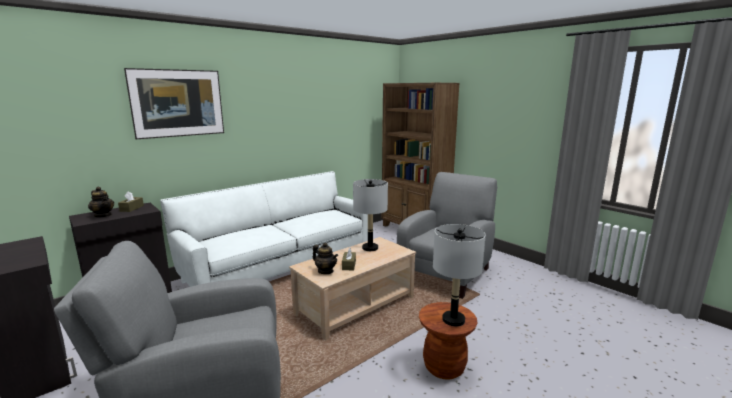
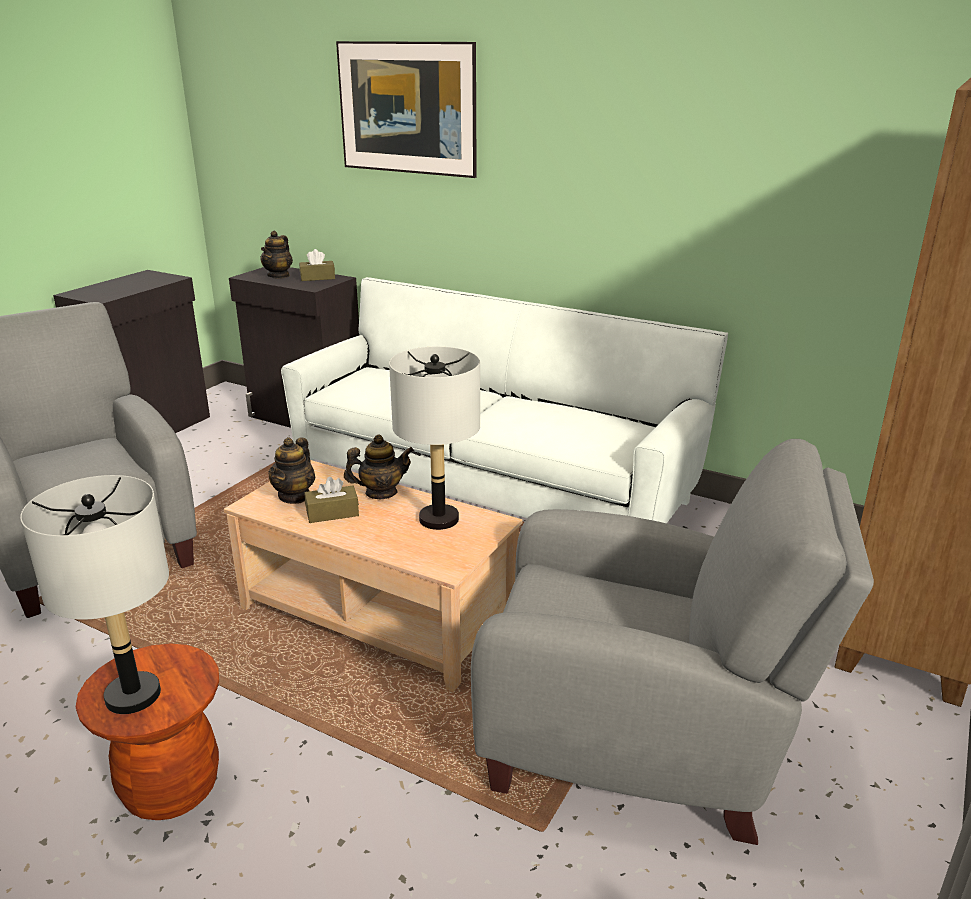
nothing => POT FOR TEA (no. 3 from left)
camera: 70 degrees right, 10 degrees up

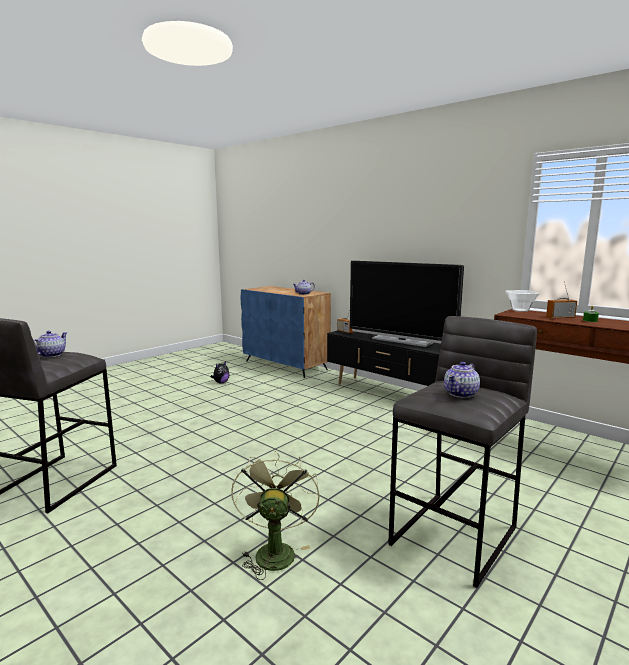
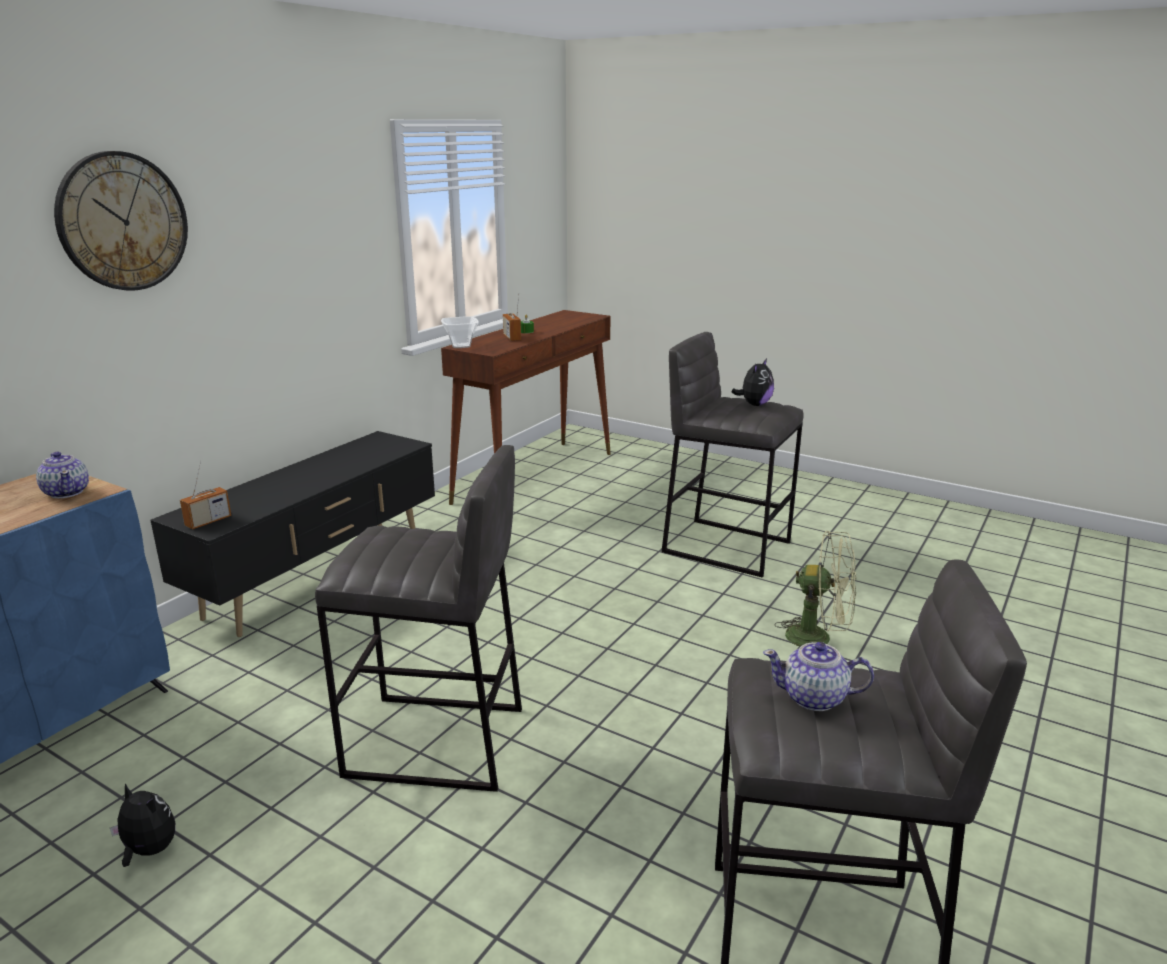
TELEVISION => nothing
POT FOR TEA (no. 3 from left) => SOFT TOY (no. 2 from left)
GREEN FAN, 150 degrees counterclockwise
nothing => HANGING CLOCK
nothing => GRAY STOOL SEAT (no. 1 from left)
camera: 100 degrees left, 10 degrees up

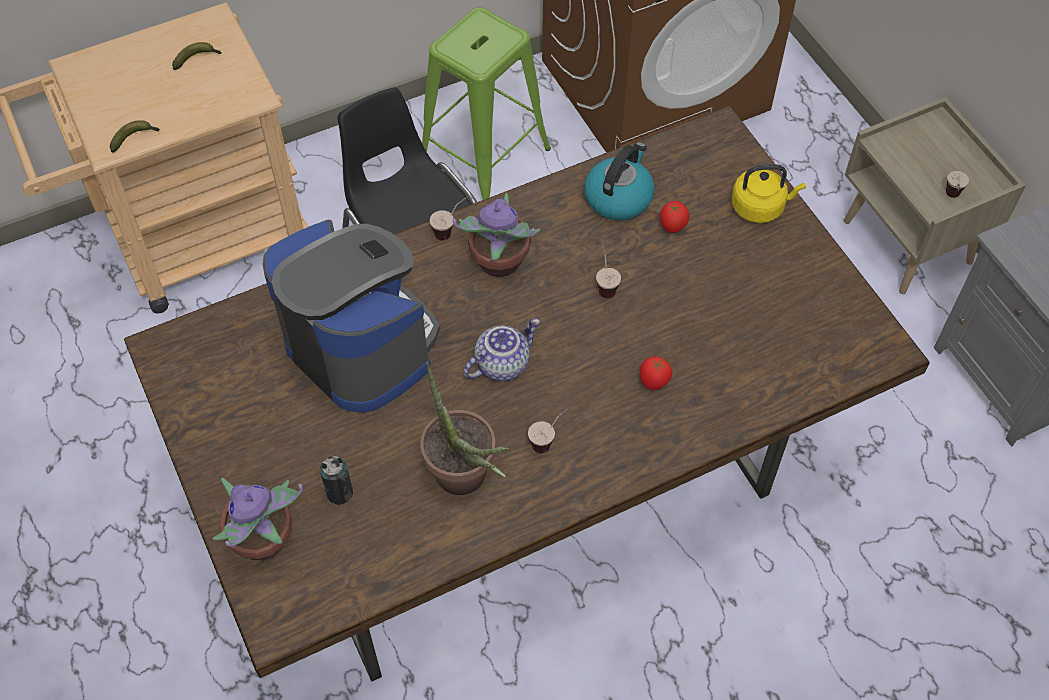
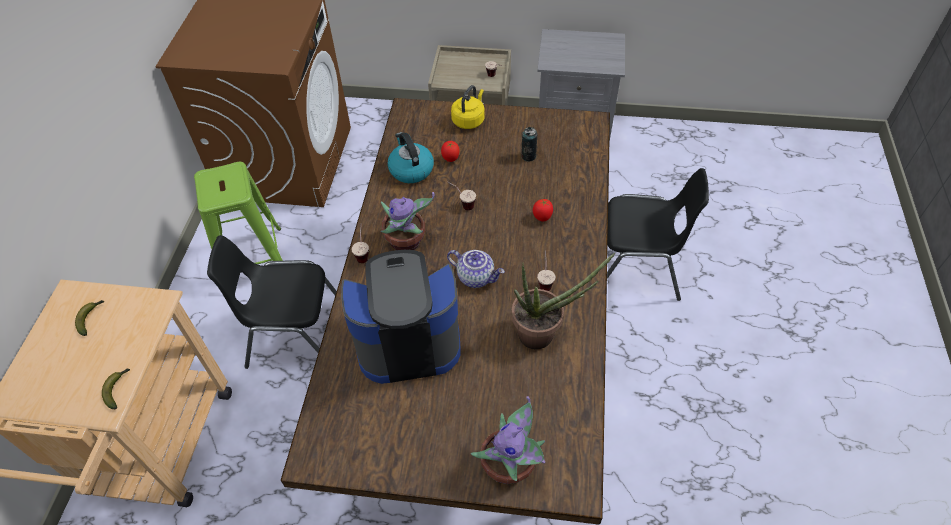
POT FOR TEA, 120 degrees clockwise
METAL CAN, shifted
nothing => BLACK UPRIGHT CHAIR (no. 2 from left)
camera: 55 degrees left, 5 degrees down

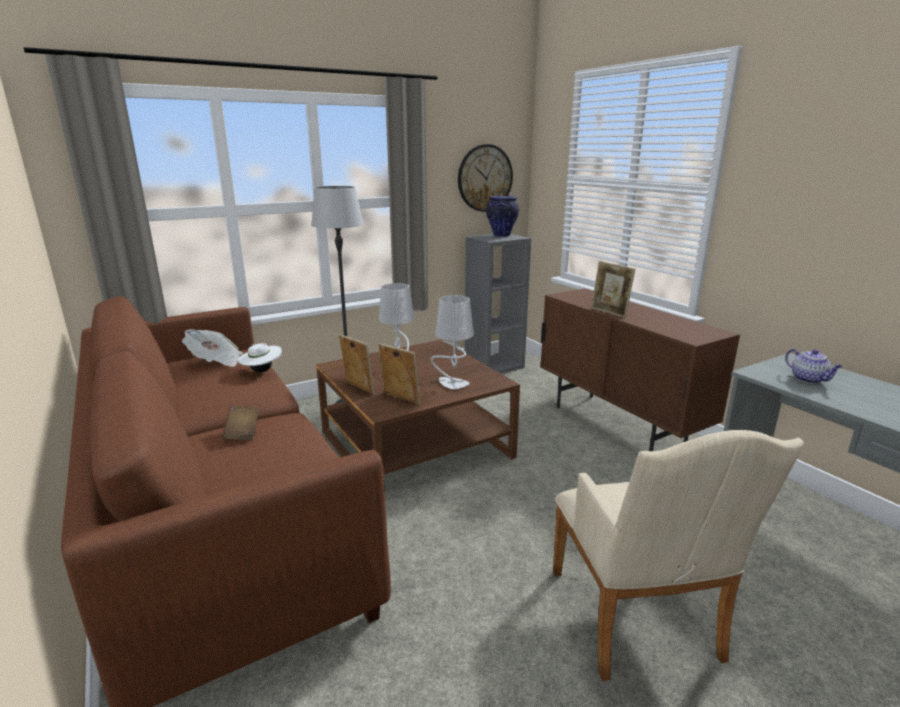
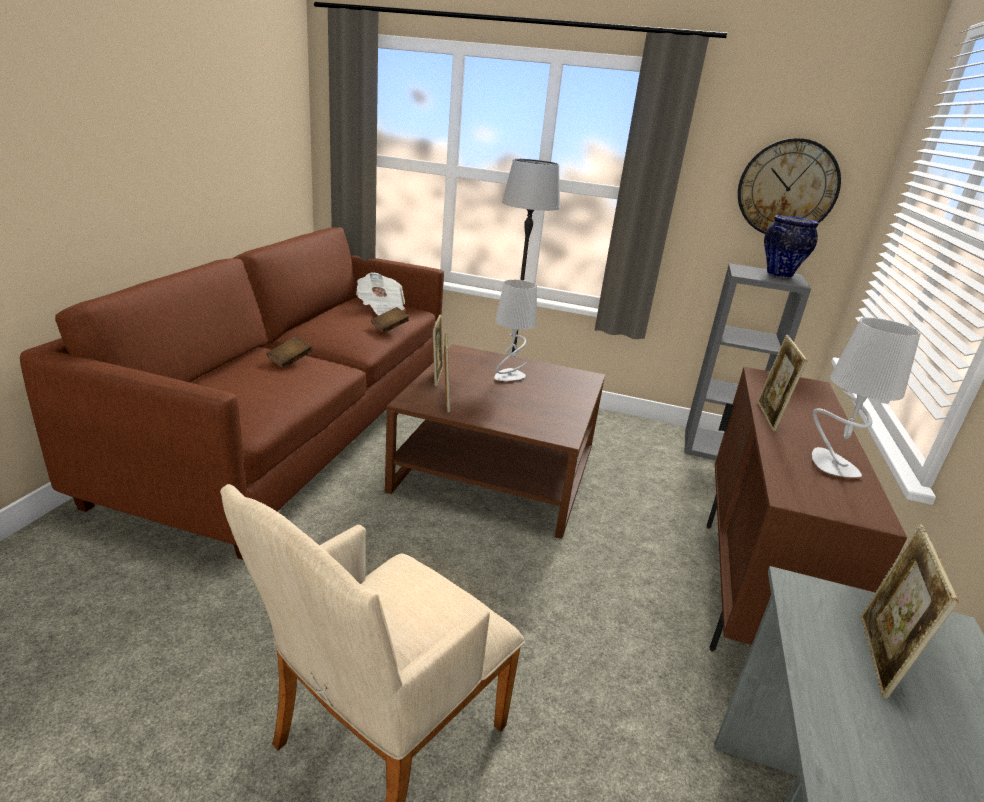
GRAY LAMP FOR A TABLE (no. 2 from left), shifted
WHITISH CLOTHING HAT => BROWN BOOK (no. 2 from left)
POT FOR TEA => STANDING FRAME (no. 4 from left)
camera: 45 degrees right, 5 degrees up

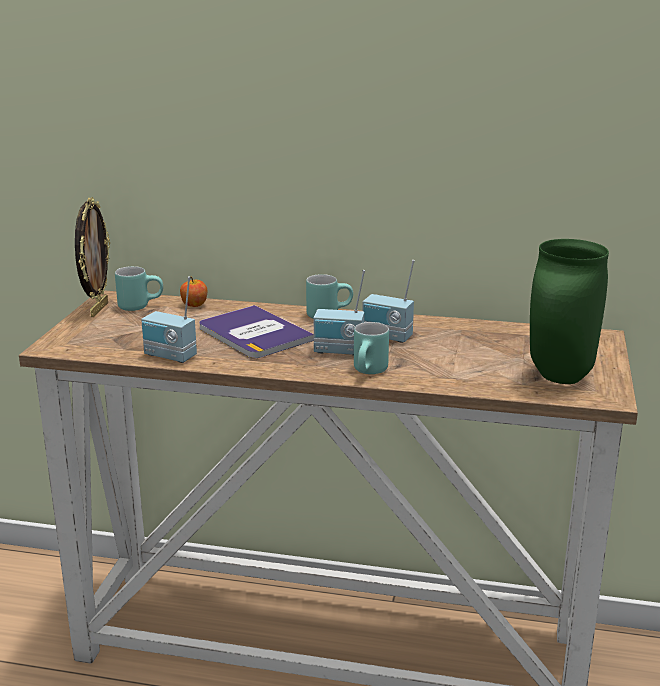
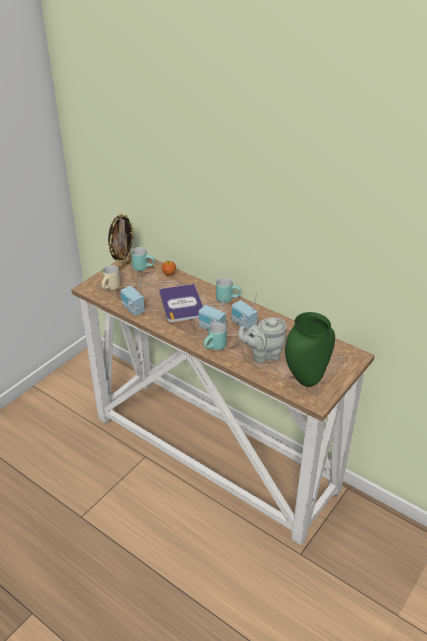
nothing => BEIGE-COLOURED TEA MUG
nothing => GRAY POT FOR TEA
camera: 25 degrees right, 15 degrees up

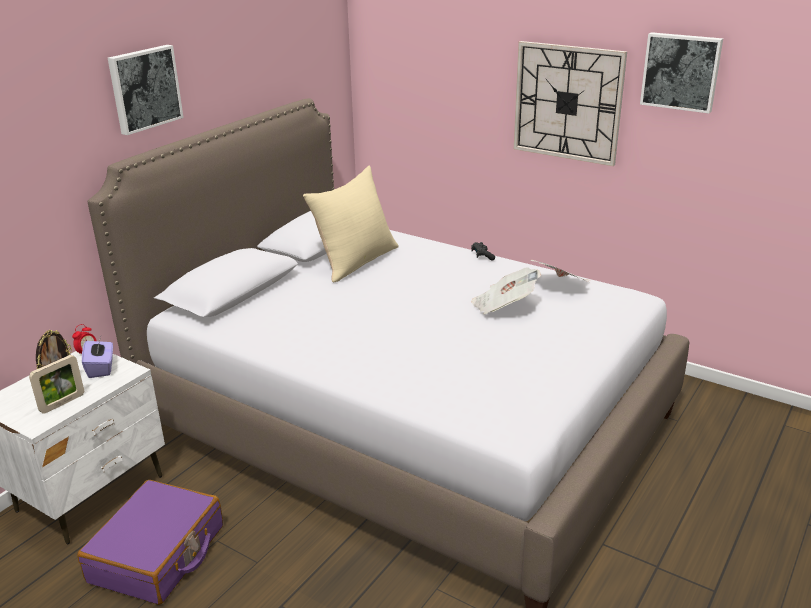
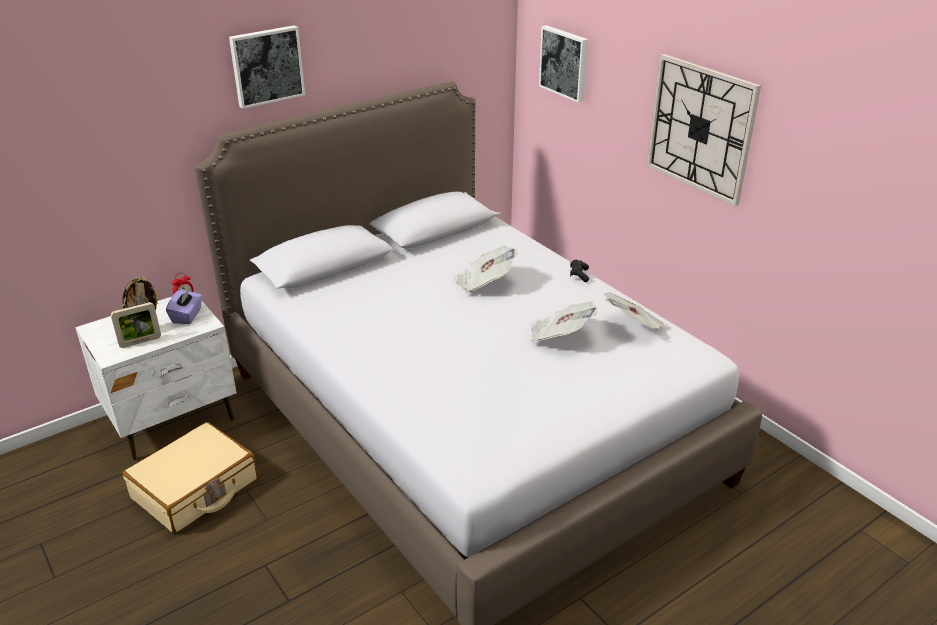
WALL PICTURE (no. 2 from left), shifted
BEIGE-COLOURED THROW PILLOW => nothing
PURPLE-COLOURED SUITCASE => BEIGE-COLOURED SUITCASE
nothing => DAILY PAPER (no. 1 from left)
camera: 20 degrees right, 5 degrees up

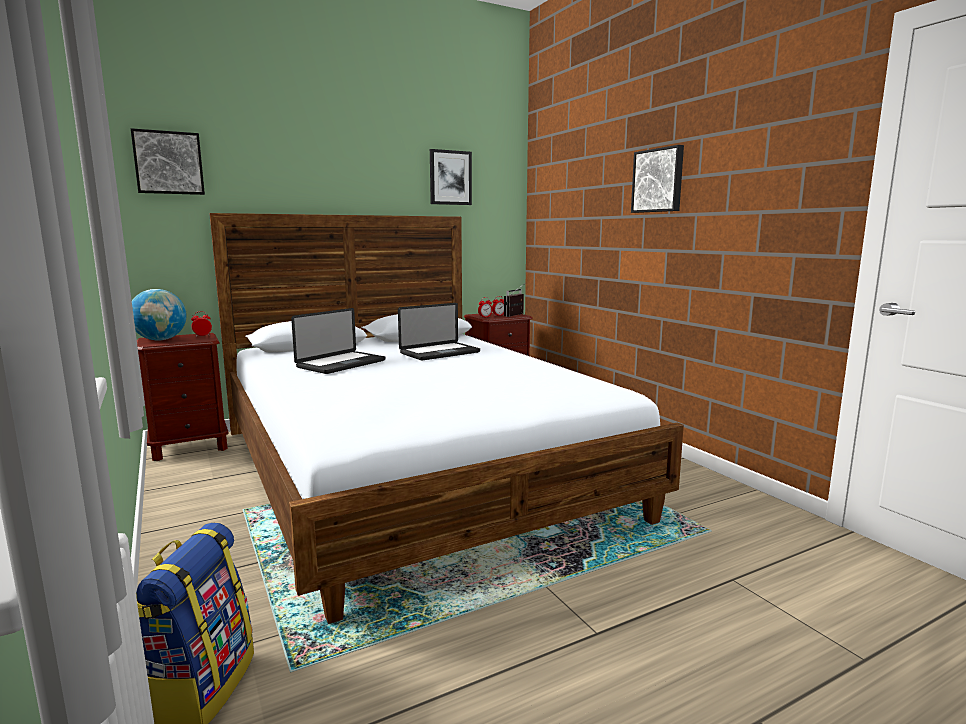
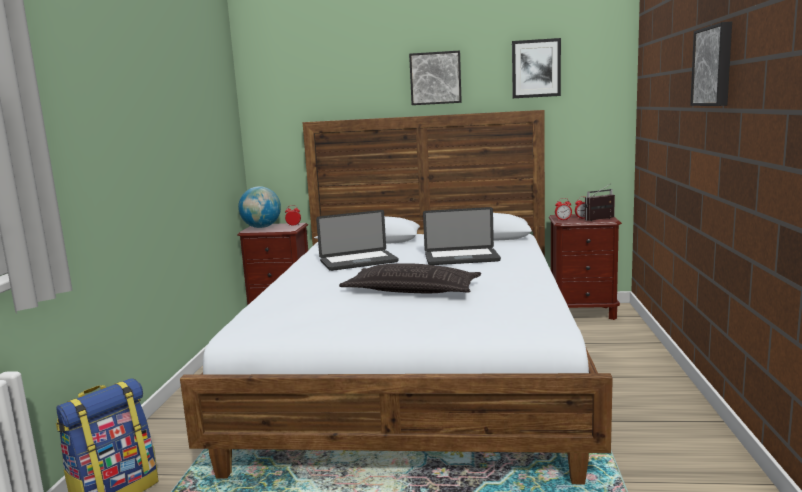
WALL PICTURE (no. 1 from left), shifted
nothing => THROW PILLOW
camera: 35 degrees right, 0 degrees up

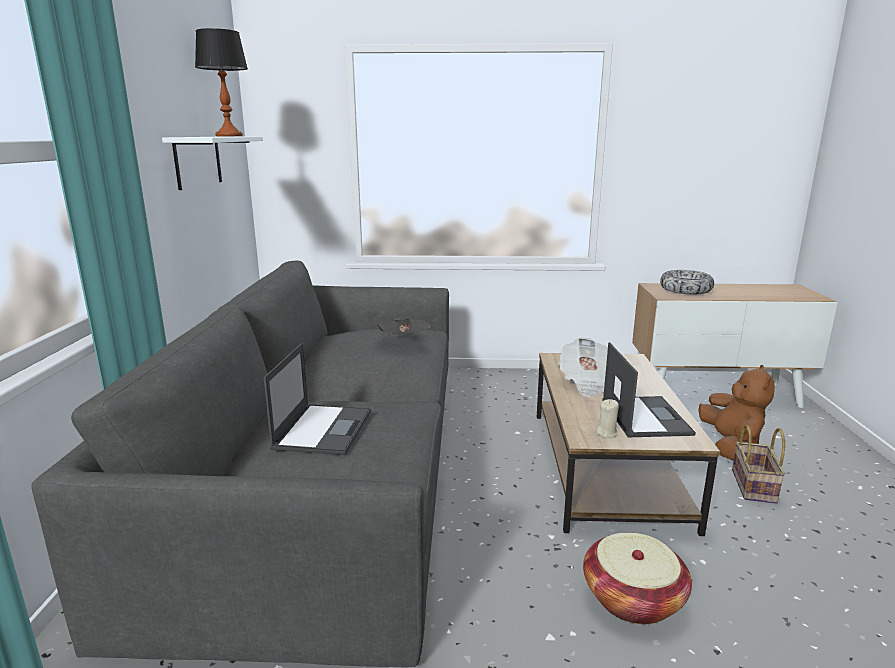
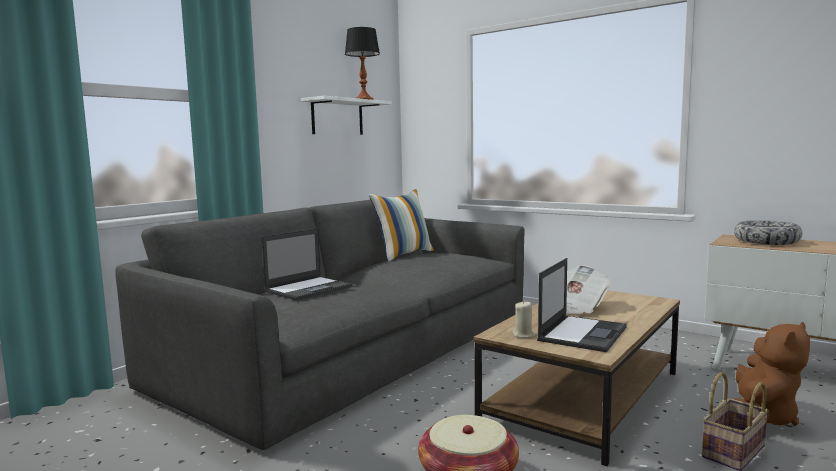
DAILY PAPER (no. 1 from left) => nothing
nothing => THROW PILLOW
camera: 35 degrees right, 10 degrees down

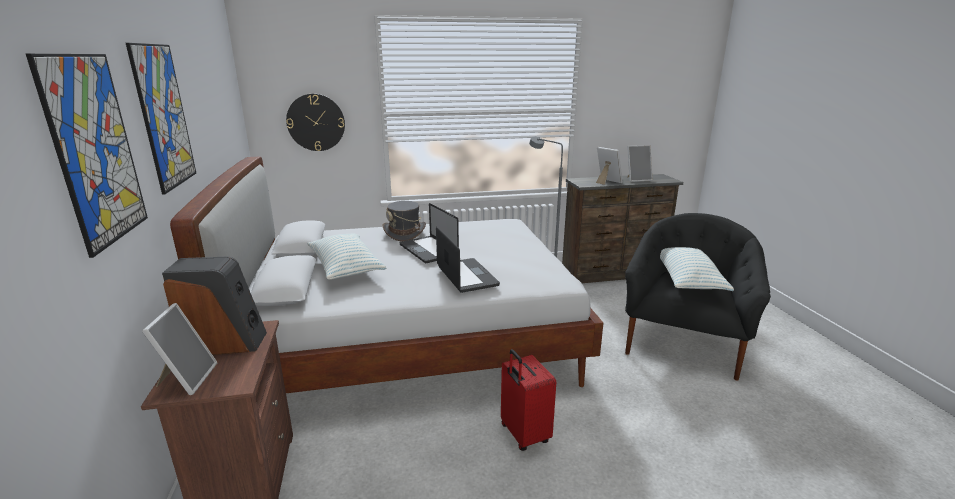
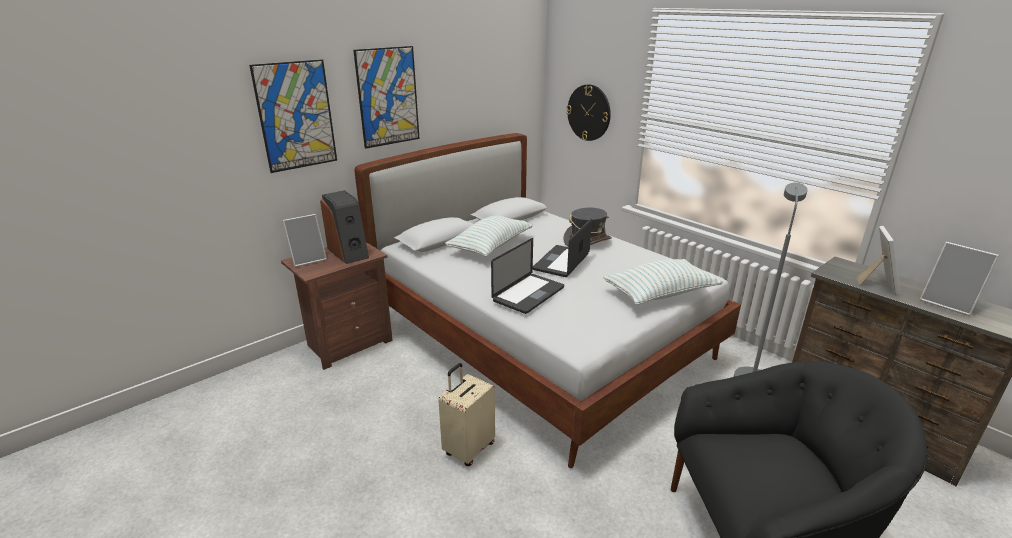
THROW PILLOW (no. 2 from left), shifted
RED-COLOURED SUITCASE => BEIGE-COLOURED SUITCASE
camera: 60 degrees right, 5 degrees up

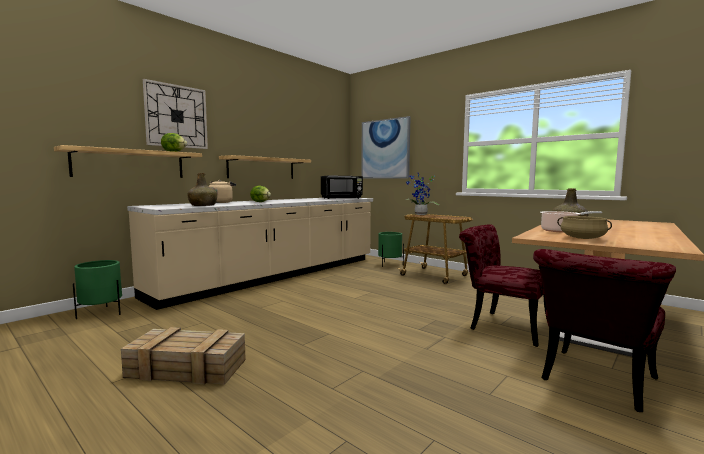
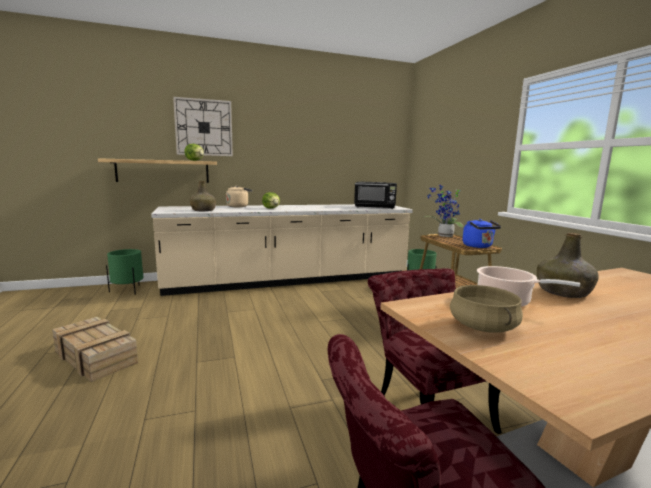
WALL PICTURE => nothing
BRACKET SHELF (no. 2 from left) => nothing
nothing => BLUE KETTLE
camera: 30 degrees right, 5 degrees up

